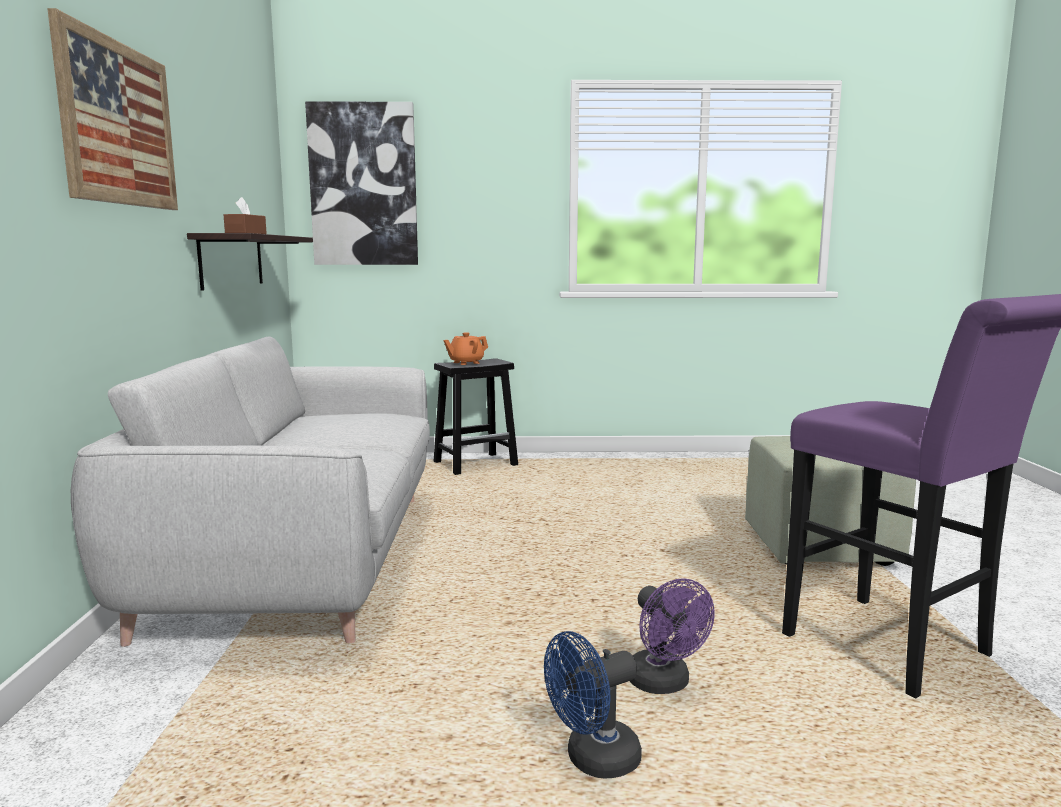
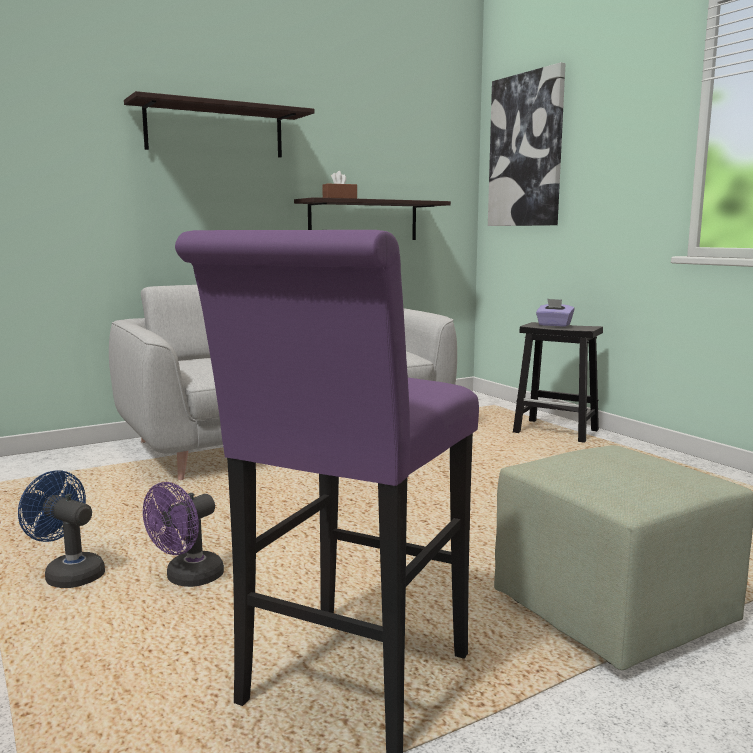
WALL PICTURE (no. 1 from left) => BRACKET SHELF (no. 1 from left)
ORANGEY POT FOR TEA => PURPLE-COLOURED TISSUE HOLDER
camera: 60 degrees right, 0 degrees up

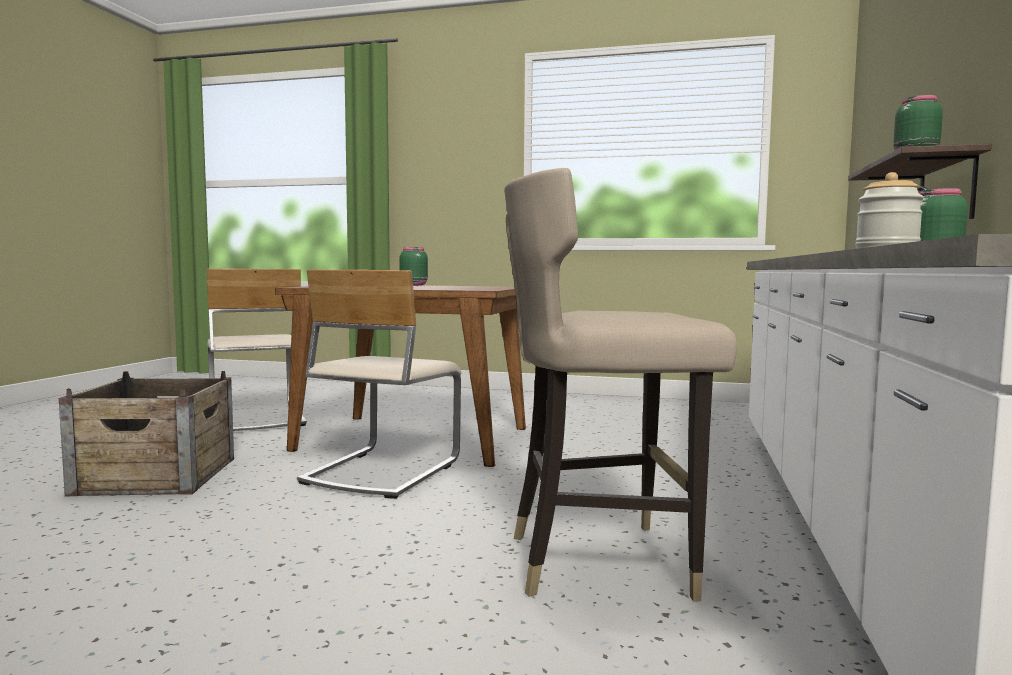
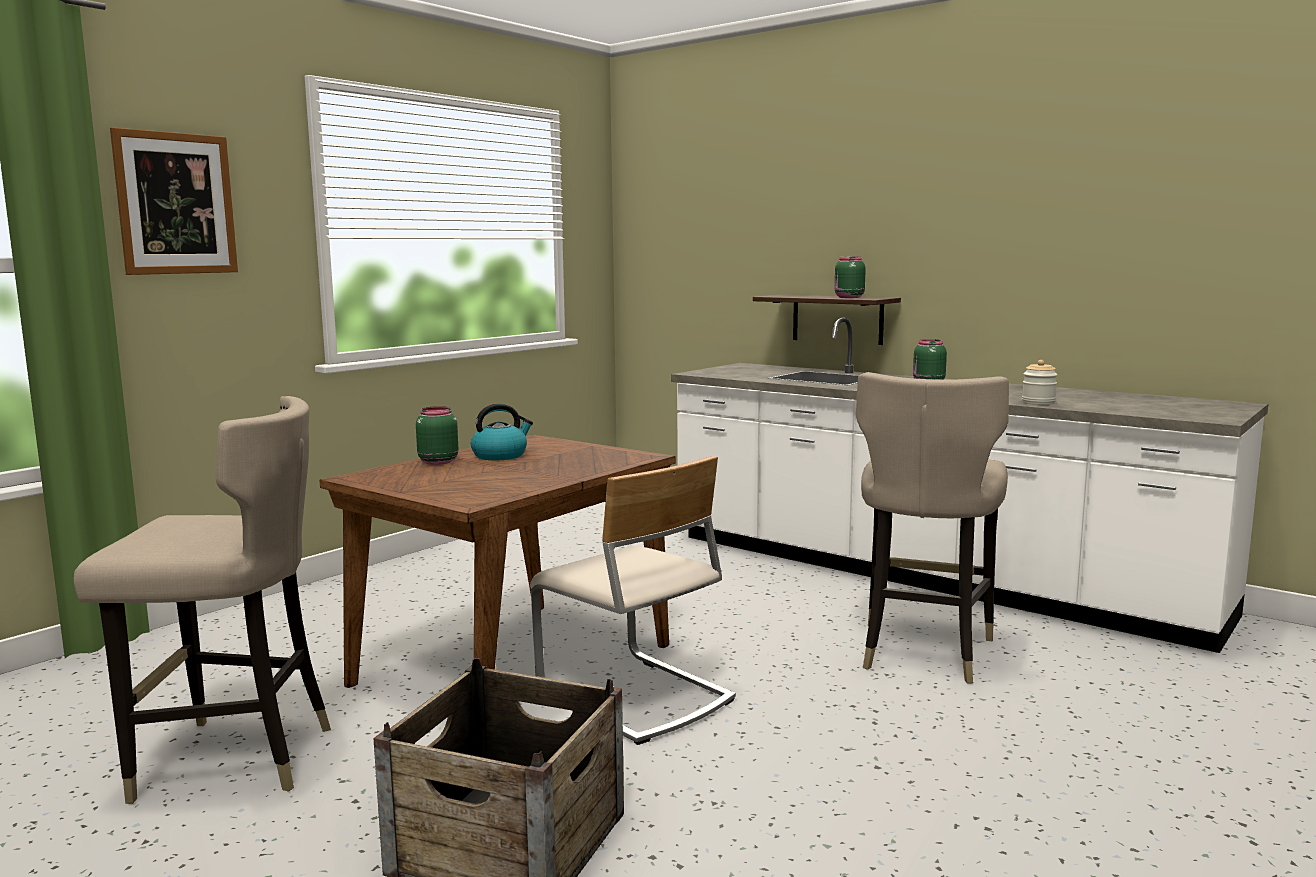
BEIGE-COLOURED UPRIGHT CHAIR (no. 1 from left) => BEIGE-COLOURED STOOL SEAT (no. 1 from left)
nothing => WALL PICTURE
nothing => KETTLE
camera: 65 degrees left, 5 degrees up

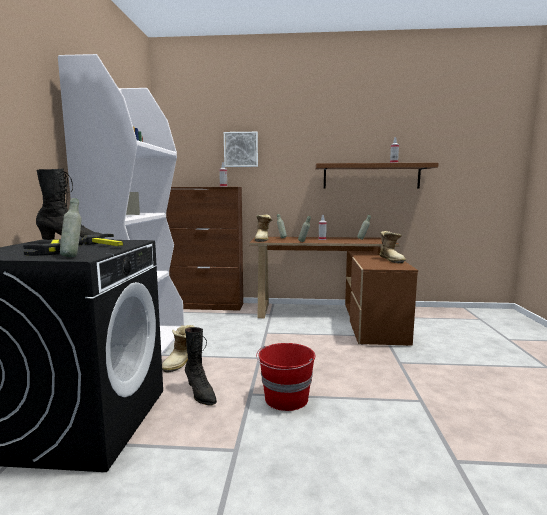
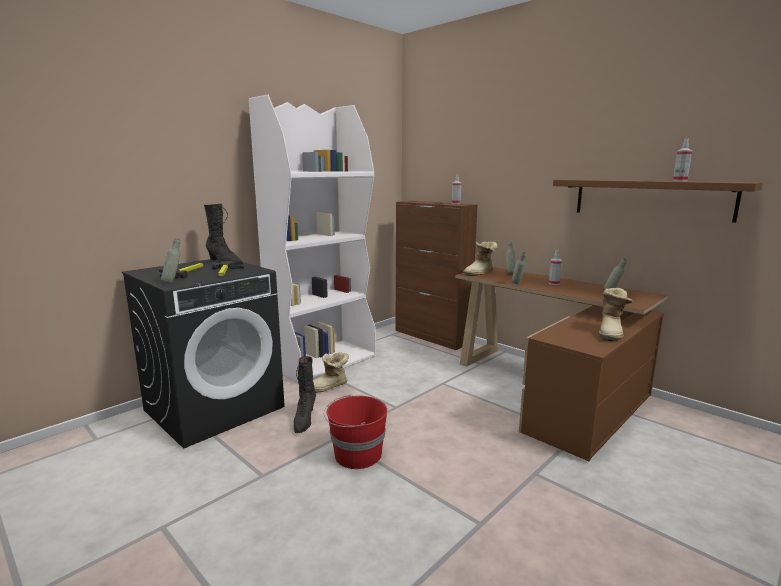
WALL PICTURE => nothing
camera: 40 degrees right, 5 degrees up

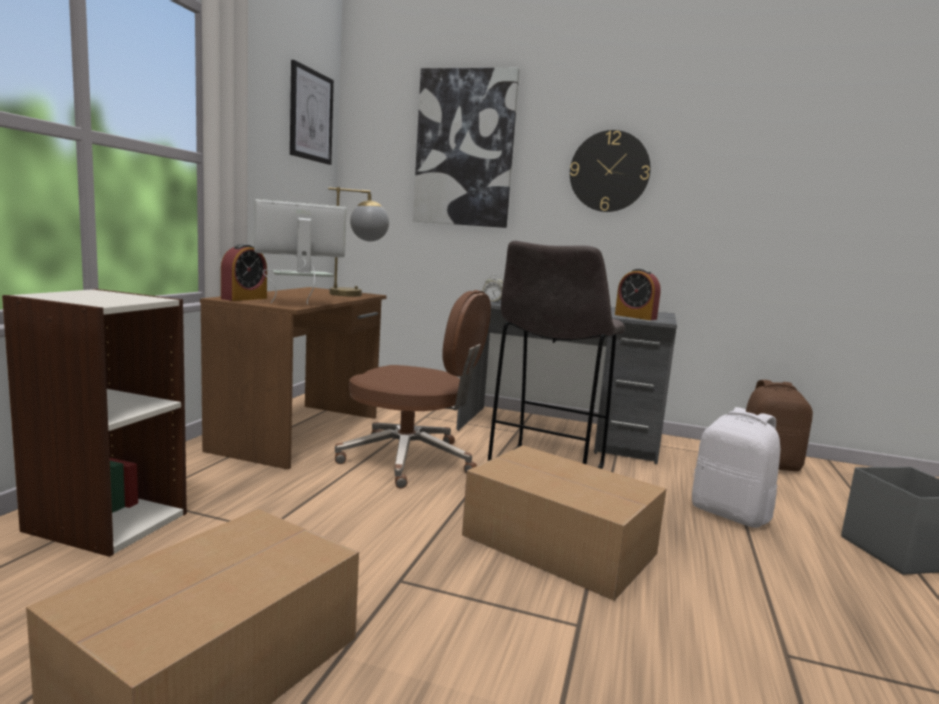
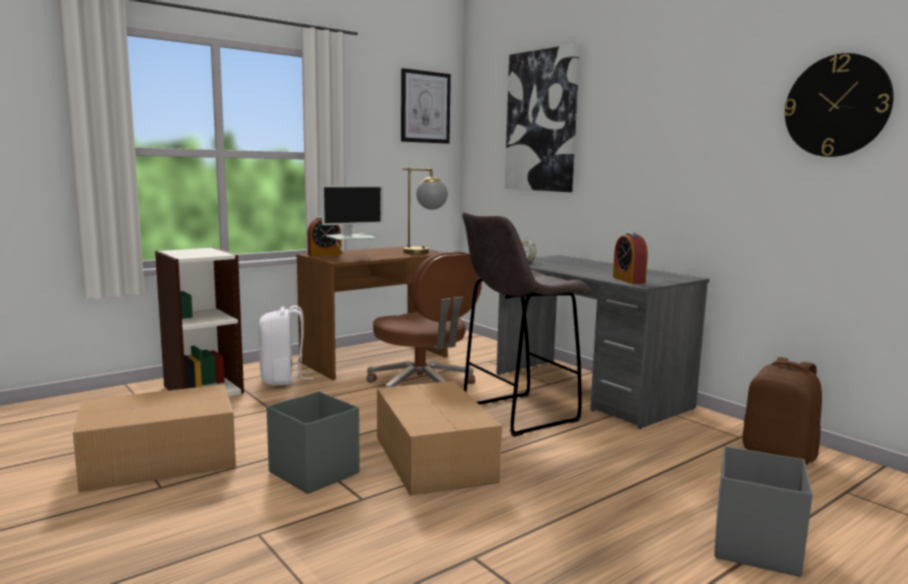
HANGING CLOCK, shifted
MONITOR, 135 degrees clockwise
WHITISH BACKPACK, shifted
nothing => GRAY STORAGE BIN (no. 1 from left)
camera: 35 degrees right, 0 degrees up

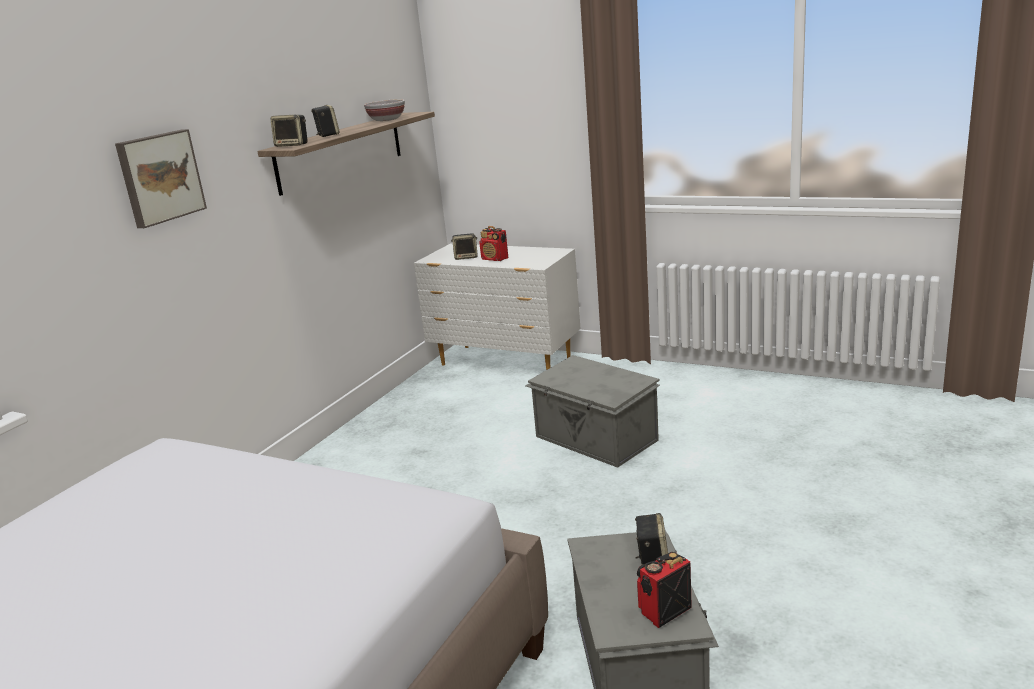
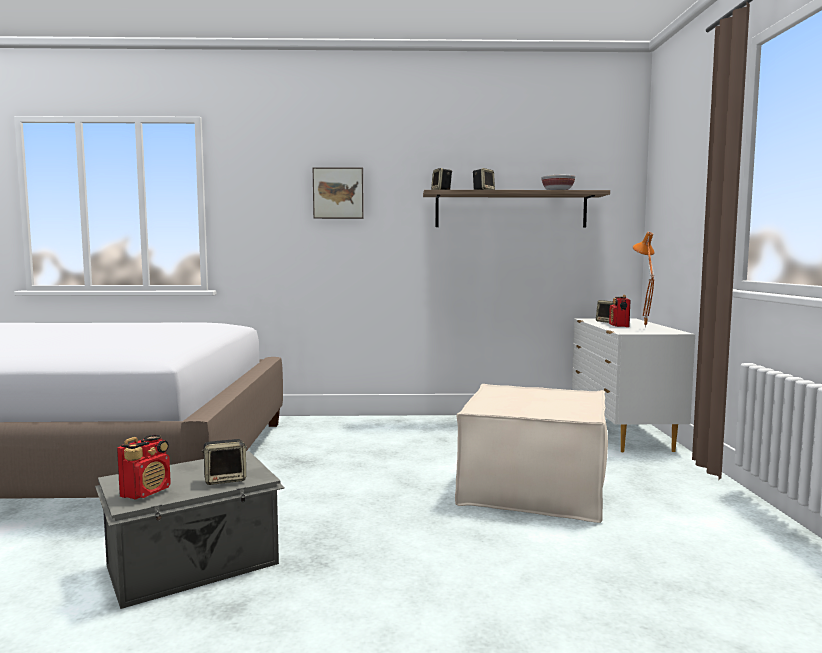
GRAY STORAGE BIN (no. 1 from left) => BEIGE-COLOURED FOOTREST
RADIO (no. 2 from left in the first image) => RADIO (no. 1 from left), 90 degrees clockwise
nothing => ORANGEY LAMP FOR A TABLE
camera: 60 degrees right, 15 degrees down

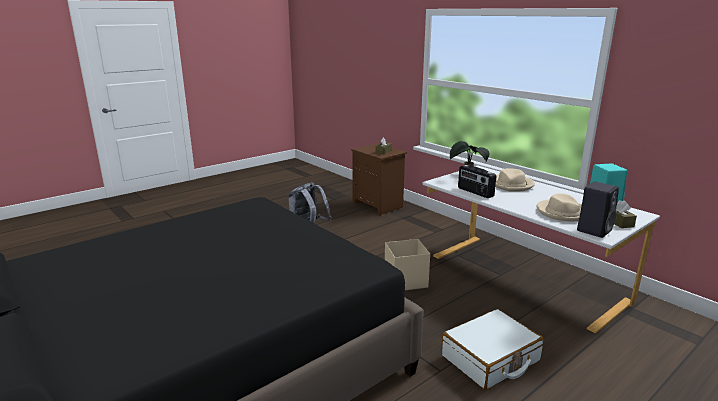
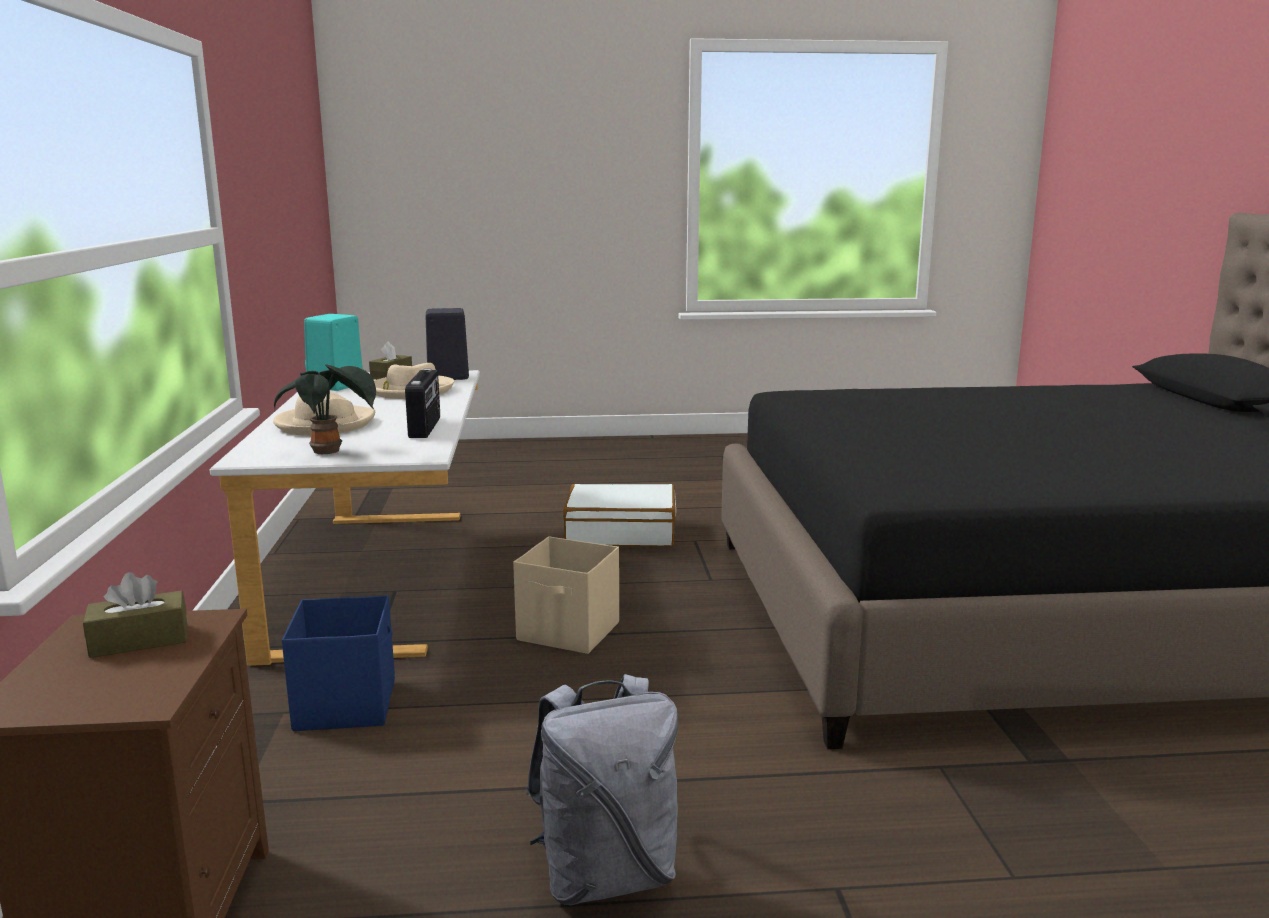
nothing => BLUE STORAGE BIN
camera: 145 degrees left, 5 degrees down

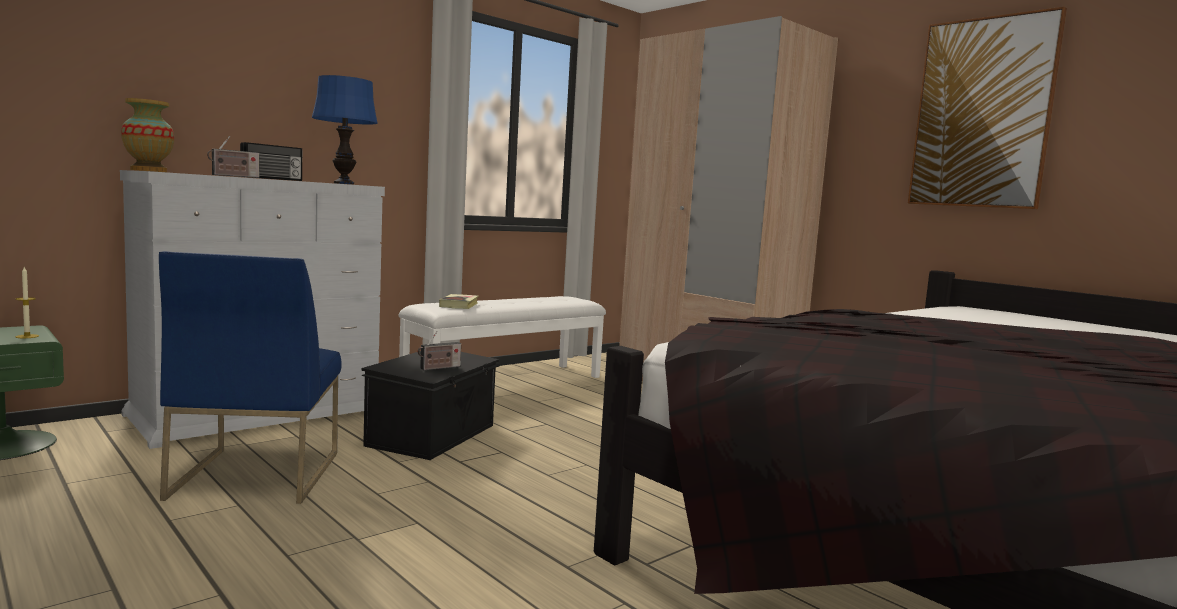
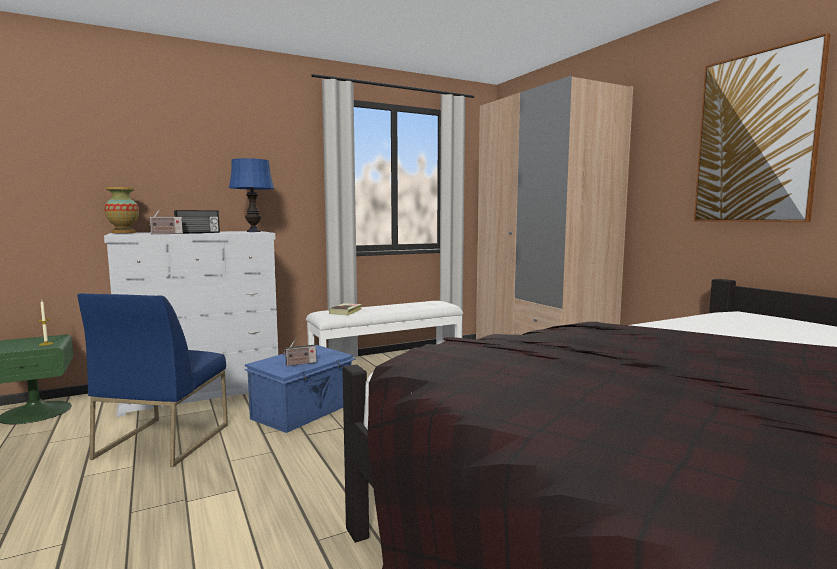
BLACK STORAGE BIN => BLUE STORAGE BIN
camera: 15 degrees right, 0 degrees up

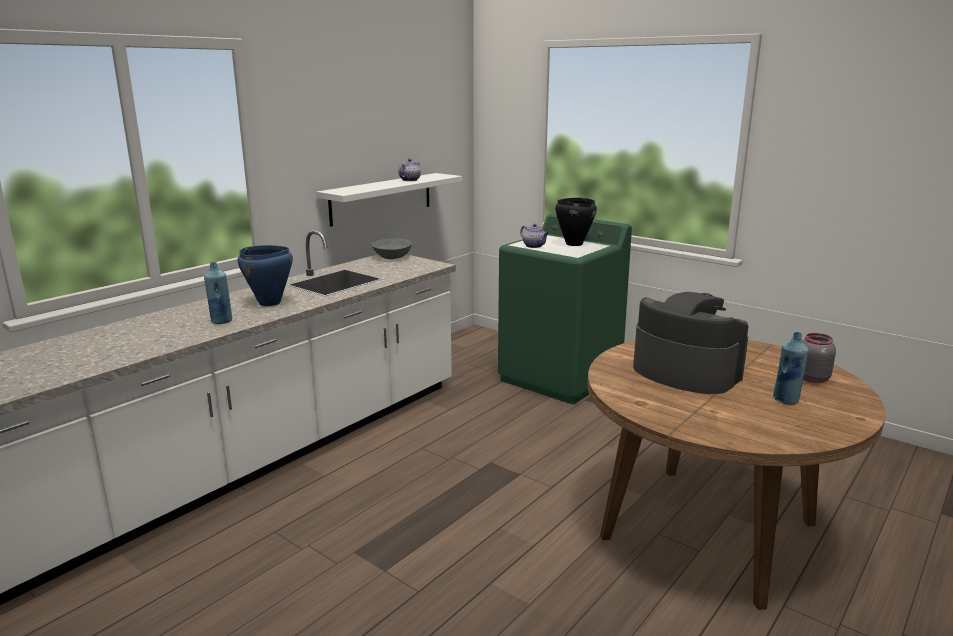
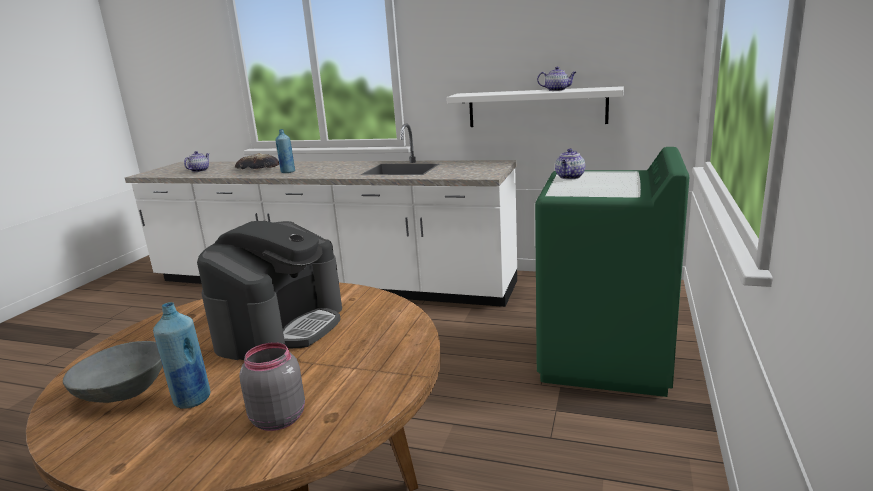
BLACK COOKING POT => nothing
GRAY SERVING BOWL, shifted
BLUE COOKING POT => nothing
nothing => POT FOR TEA (no. 1 from left)
nothing => BREAD
camera: 70 degrees right, 0 degrees up

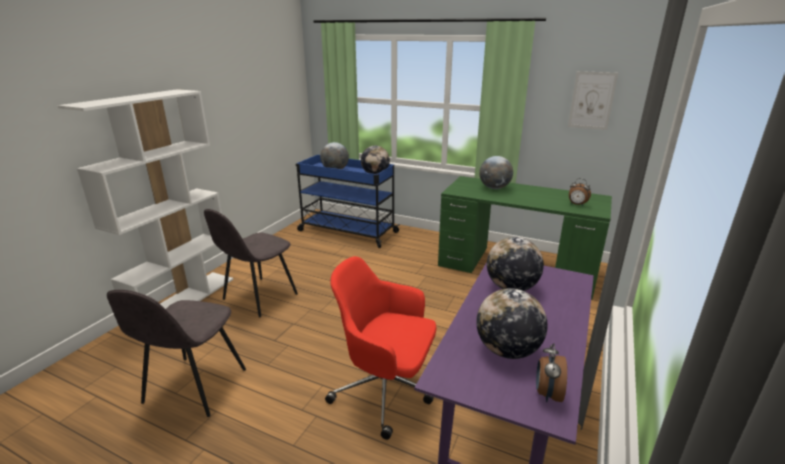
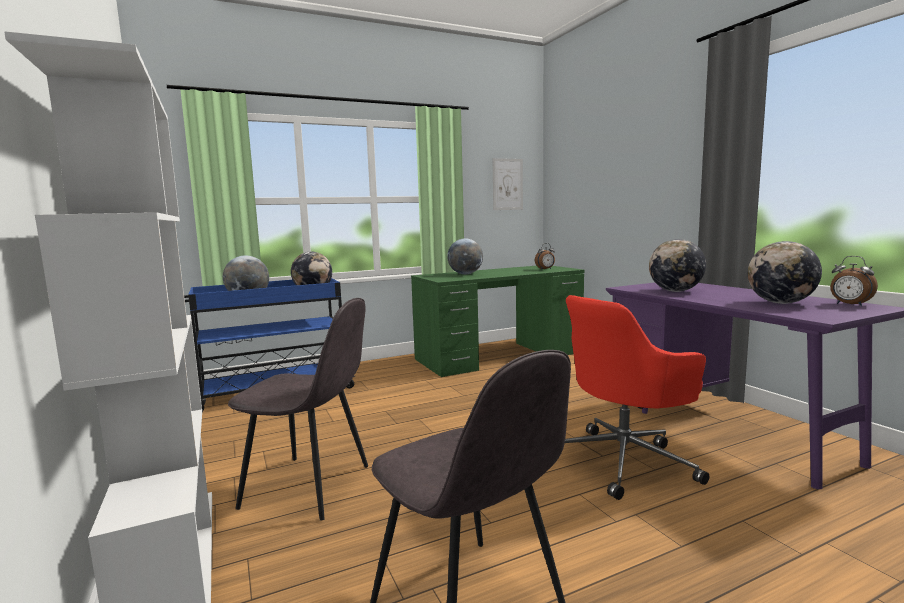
GRAY UPRIGHT CHAIR (no. 2 from left in the first image) => GRAY UPRIGHT CHAIR (no. 1 from left), 60 degrees counterclockwise
camera: 50 degrees left, 15 degrees down

